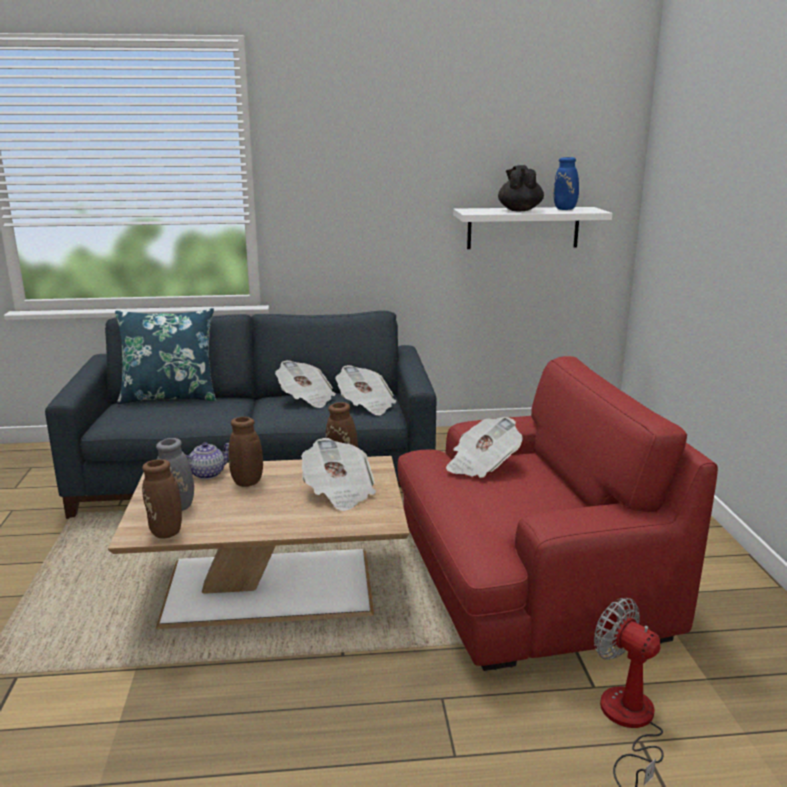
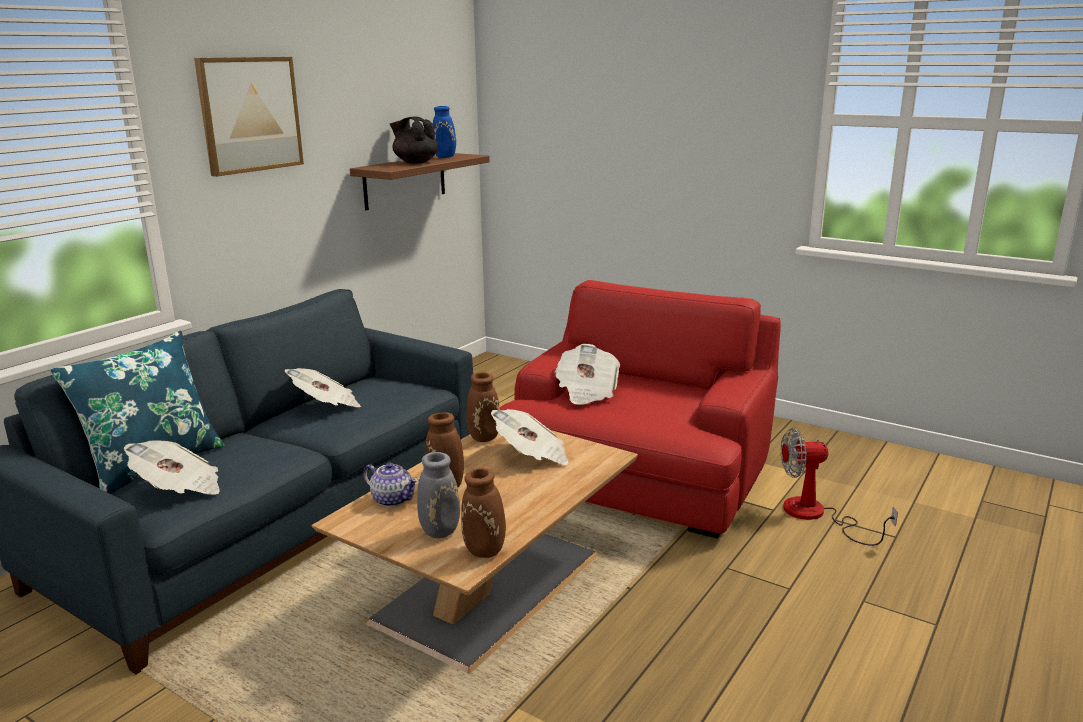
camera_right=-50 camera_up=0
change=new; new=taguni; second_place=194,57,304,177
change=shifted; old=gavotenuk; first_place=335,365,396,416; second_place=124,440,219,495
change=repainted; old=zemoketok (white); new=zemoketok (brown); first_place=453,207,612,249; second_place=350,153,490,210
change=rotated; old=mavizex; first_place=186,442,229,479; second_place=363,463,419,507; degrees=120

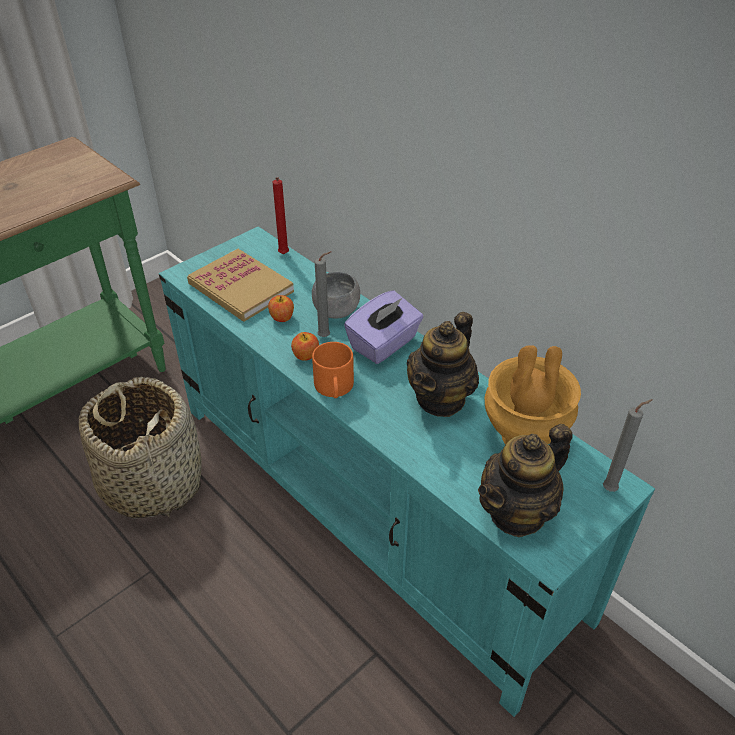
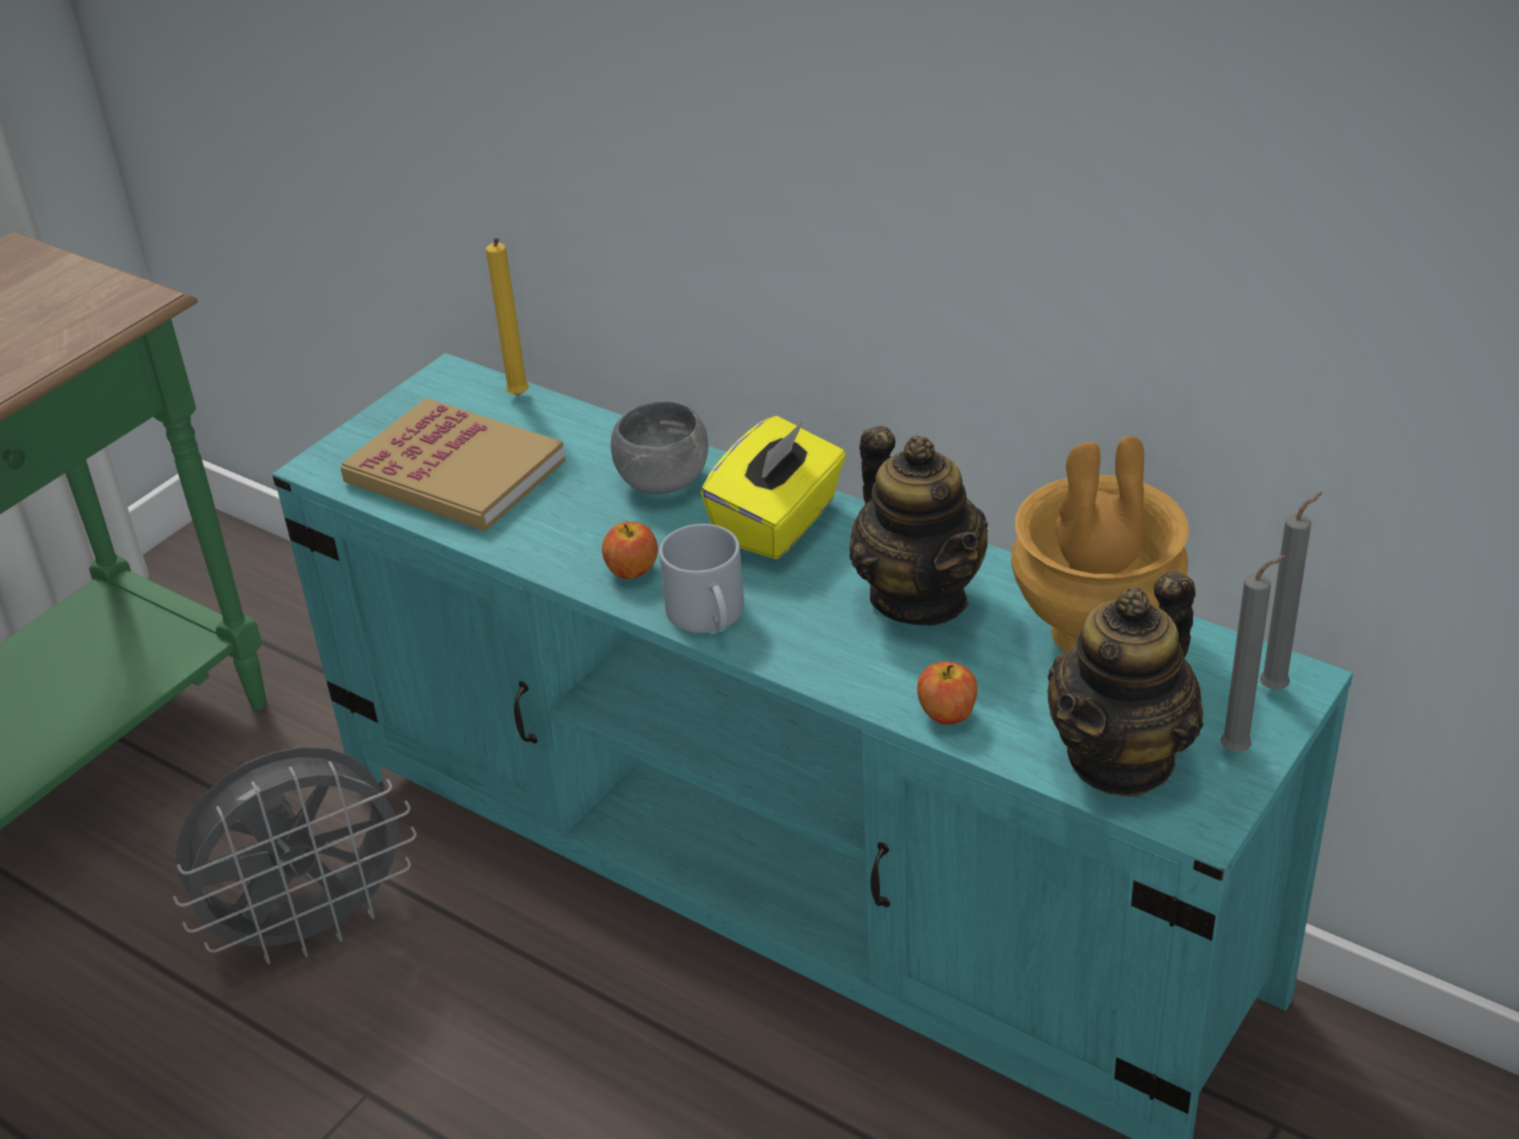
camera_right=-10 camera_up=-5
change=shifted; old=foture; first_place=268,295,294,322; second_place=917,662,977,725
change=shifted; old=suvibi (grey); first_place=314,251,331,337; second_place=1221,555,1286,752
change=swapped; old=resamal; new=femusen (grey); first_place=79,376,202,519; second_place=173,747,417,964
change=repainted; old=suvibi (red); new=suvibi (yellow); first_place=273,177,289,254; second_place=486,238,529,396
change=repainted; old=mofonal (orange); new=mofonal (grey); first_place=312,342,354,398; second_place=659,524,744,633
change=repainted; old=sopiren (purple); new=sopiren (yellow); first_place=344,290,424,364; second_place=701,416,846,559
change=rotated; old=mavizex; first_place=406,312,479,417; second_place=849,426,988,625; degrees=-45

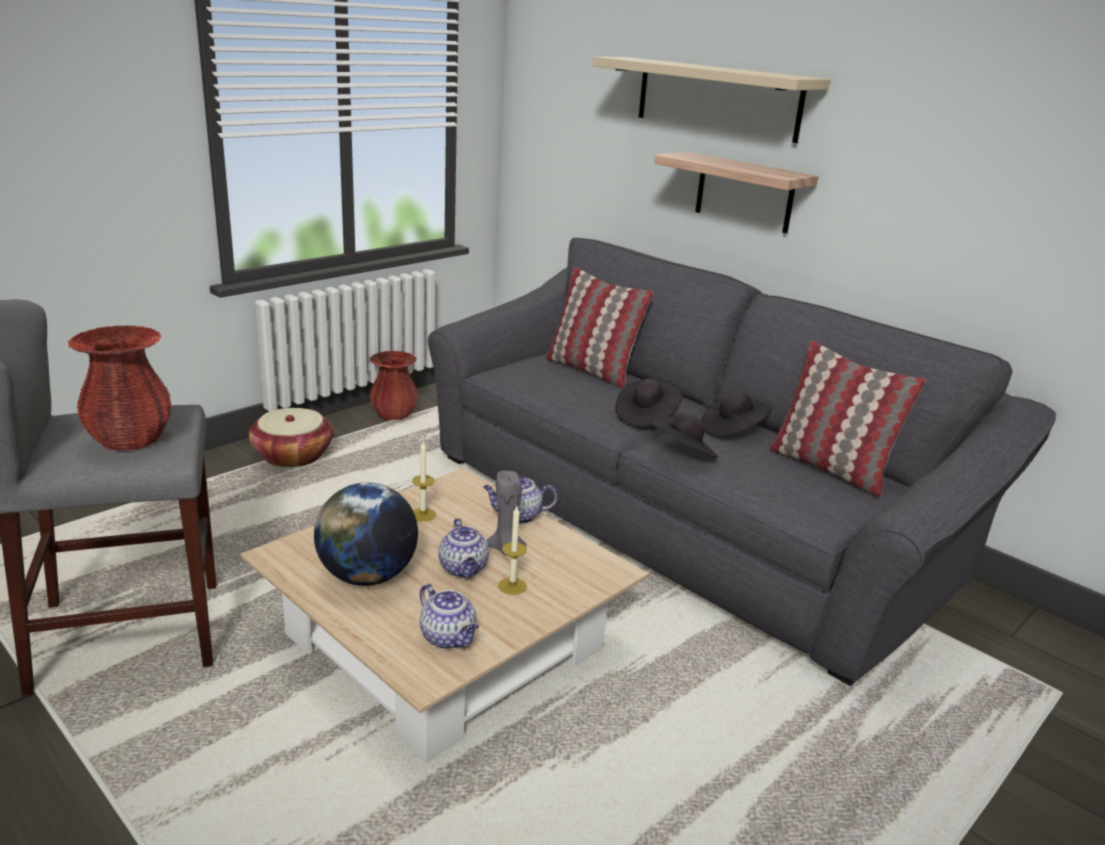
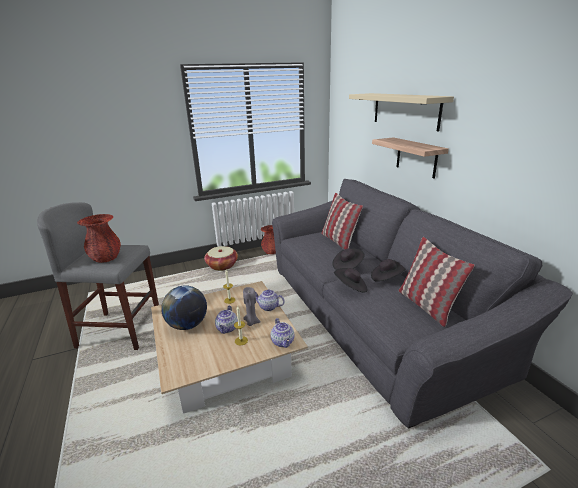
camera_right=25 camera_up=0
change=shifted; old=mavizex; first_place=420,584,479,649; second_place=270,318,294,348

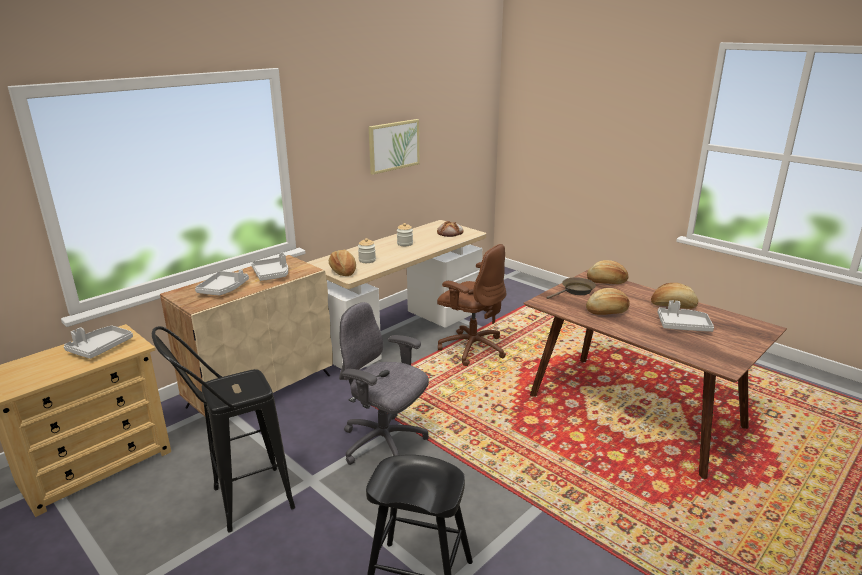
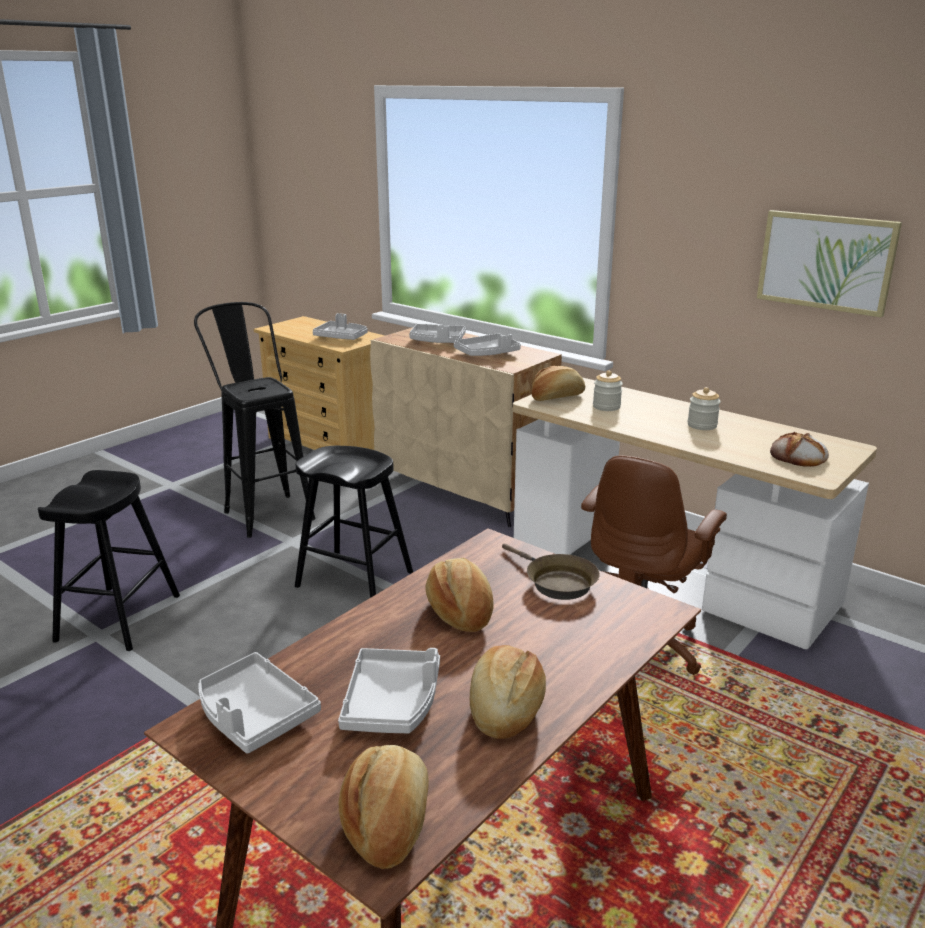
camera_right=85 camera_up=0
change=new; new=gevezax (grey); second_place=198,652,321,754
change=shifted; old=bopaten; first_place=587,260,629,284; second_place=339,745,429,869
change=swapped; old=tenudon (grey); new=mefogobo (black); first_place=339,302,429,465; second_place=295,446,413,598

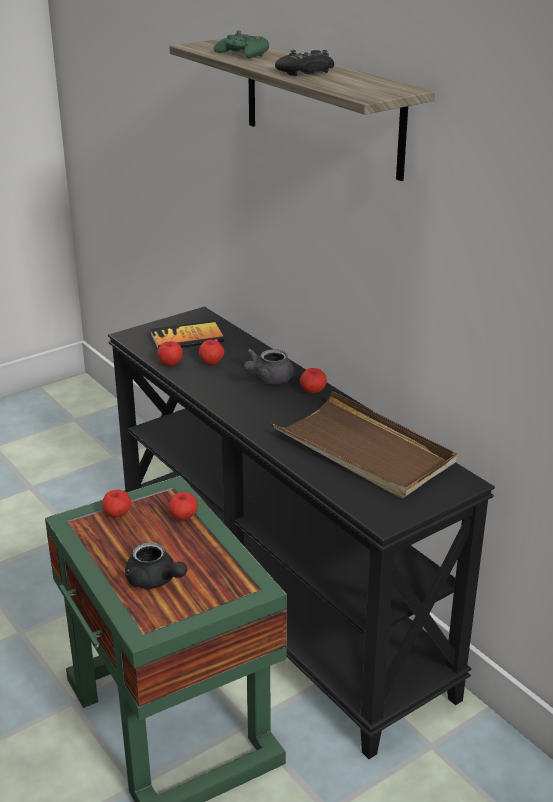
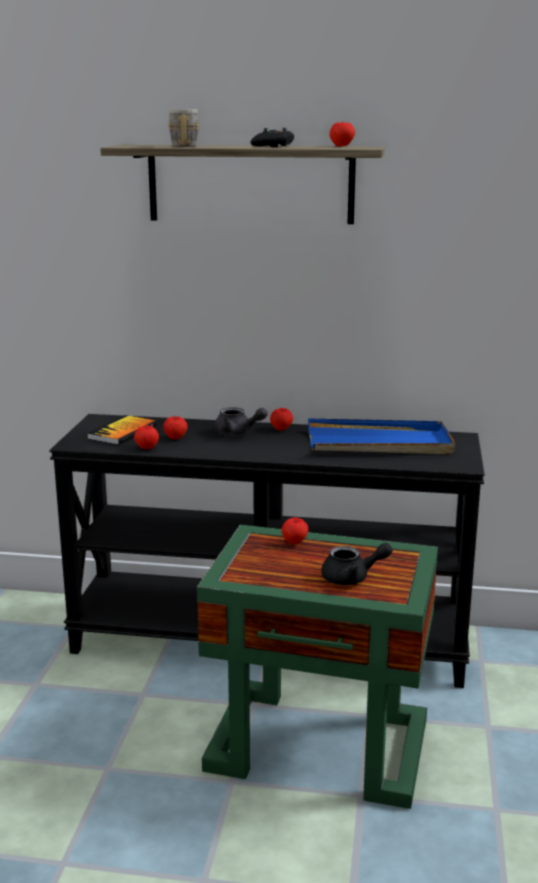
camera_right=-45 camera_up=-10
change=shifted; old=foture; first_place=102,489,131,518; second_place=330,122,355,147
change=swapped; old=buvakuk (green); new=mofonal (grey); first_place=214,30,269,58; second_place=168,109,200,147
change=repainted; old=gevezax (brown); new=gevezax (blue); first_place=271,391,457,498; second_place=308,418,455,454
change=rotated; old=mavizex (grey); first_place=244,349,294,384; second_place=214,407,268,436; degrees=-60

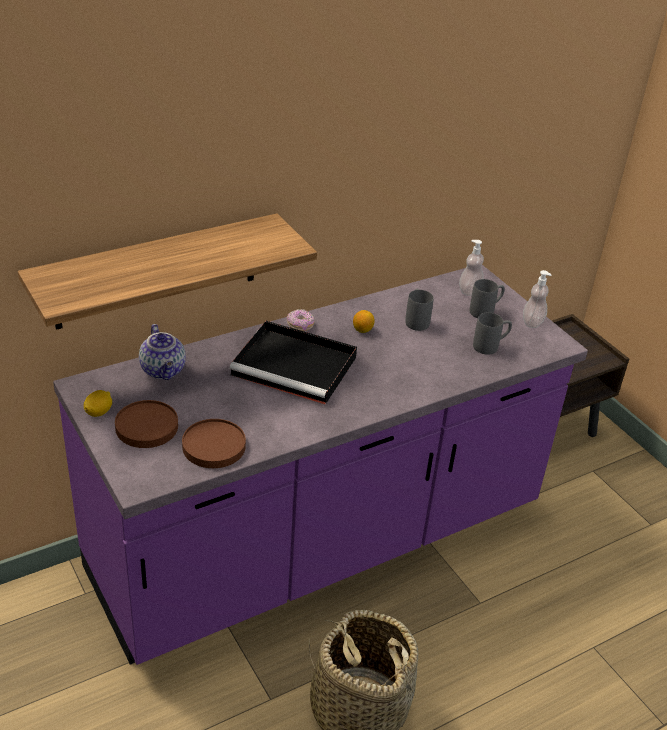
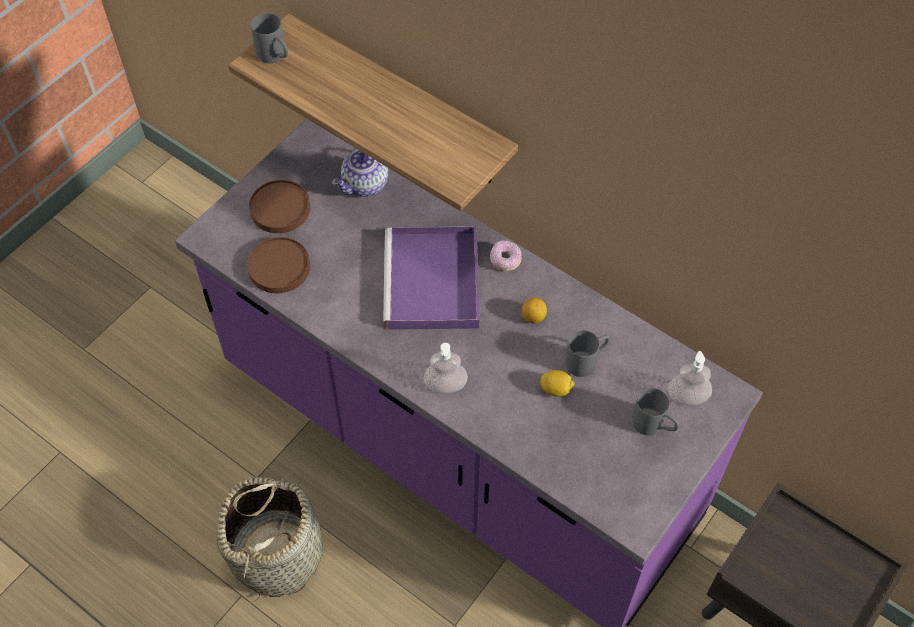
camera_right=70 camera_up=20
change=shifted; old=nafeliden; first_place=84,390,112,417; second_place=540,370,575,397
change=shifted; old=mofonal (grey); first_place=473,313,512,355; second_place=251,13,288,63
change=shifted; old=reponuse; first_place=523,270,551,328; second_place=424,343,468,394
change=repainted; old=gevezax (black); new=gevezax (purple); first_place=230,321,357,405; second_place=383,226,480,330

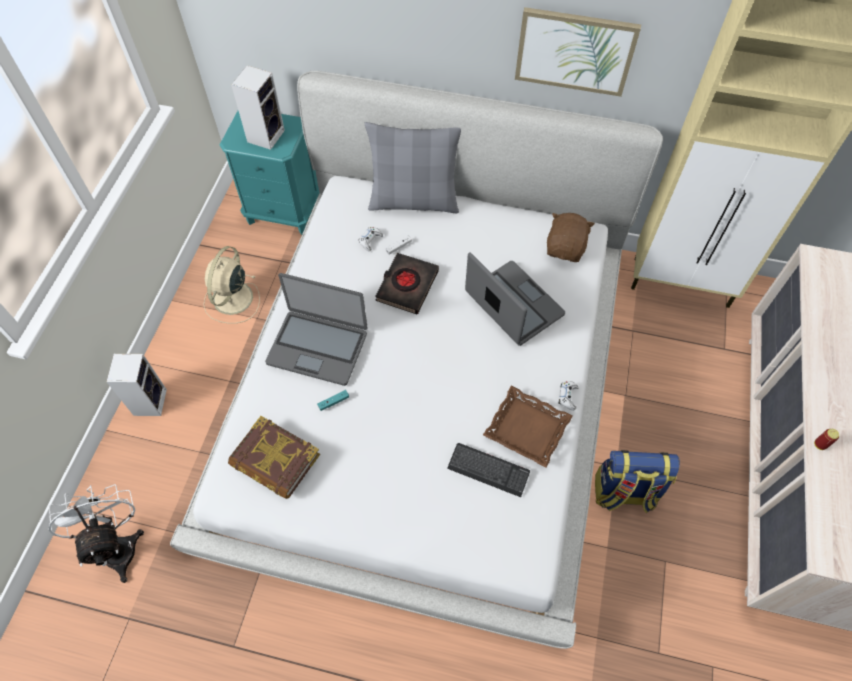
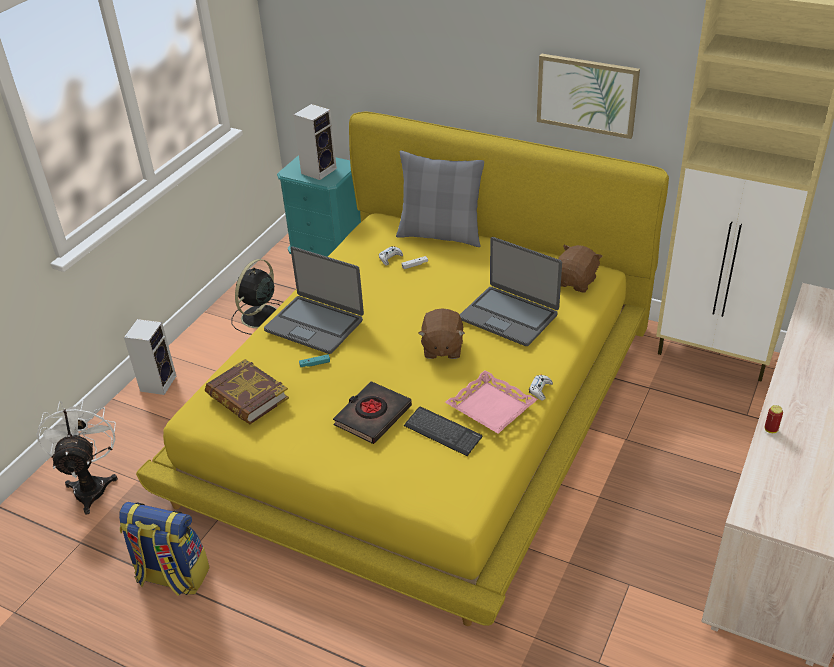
camera_right=15 camera_up=-20
change=new; new=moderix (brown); second_place=418,308,465,359
change=shifted; old=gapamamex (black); first_place=375,253,439,314; second_place=333,381,412,444
change=shifted; old=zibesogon; first_place=595,450,680,513; second_place=119,502,210,596
change=repainted; old=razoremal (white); new=razoremal (yellow); first_place=170,71,663,649; second_place=136,112,669,626
change=repainted; old=femusen (beige); new=femusen (black); first_place=203,246,260,324; second_place=231,259,283,335
change=repainted; old=gevezax (brown); new=gevezax (pink); first_place=483,386,573,468; second_place=445,370,538,434
change=rotated; old=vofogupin; first_place=465,252,565,346; second_place=460,237,562,346; degrees=150

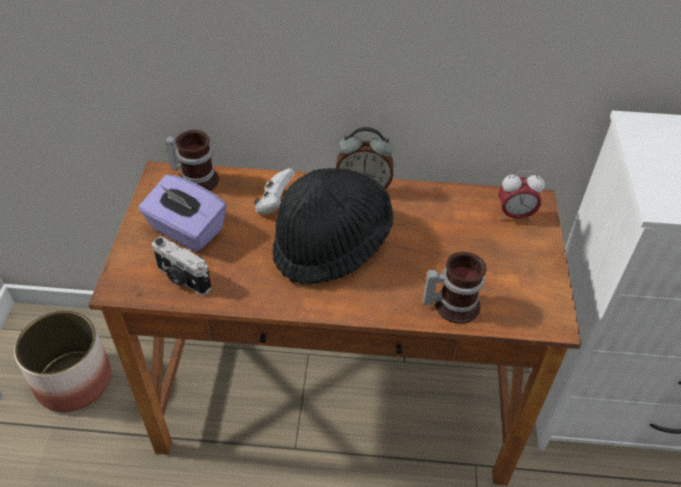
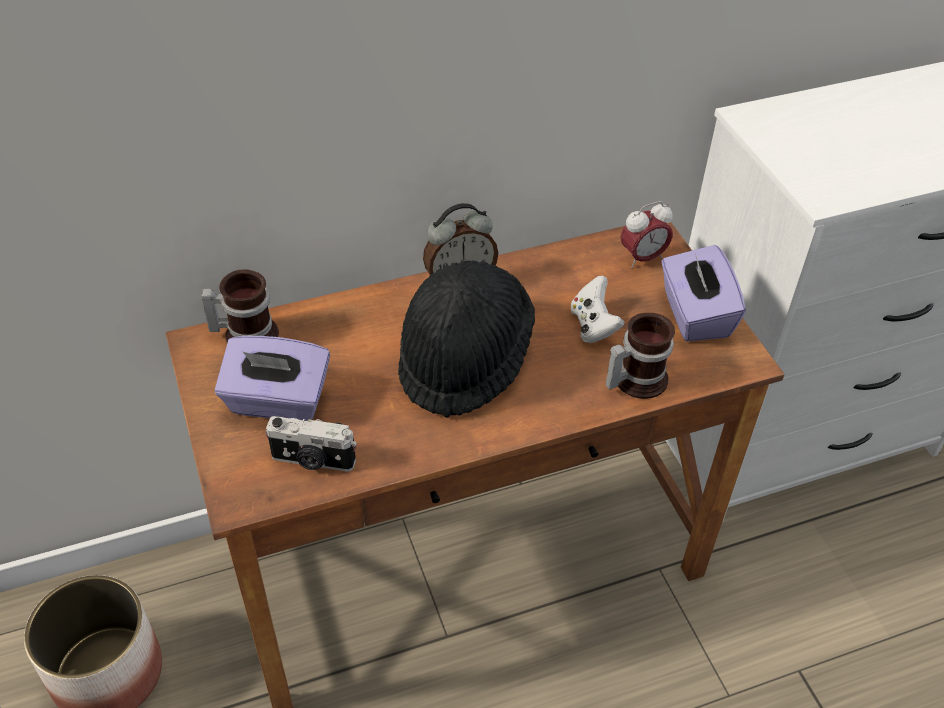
camera_right=-25 camera_up=0
change=new; new=sopiren (purple); second_place=661,245,746,341
change=shifted; old=buvakuk (white); first_place=254,168,295,215; second_place=571,276,625,343

